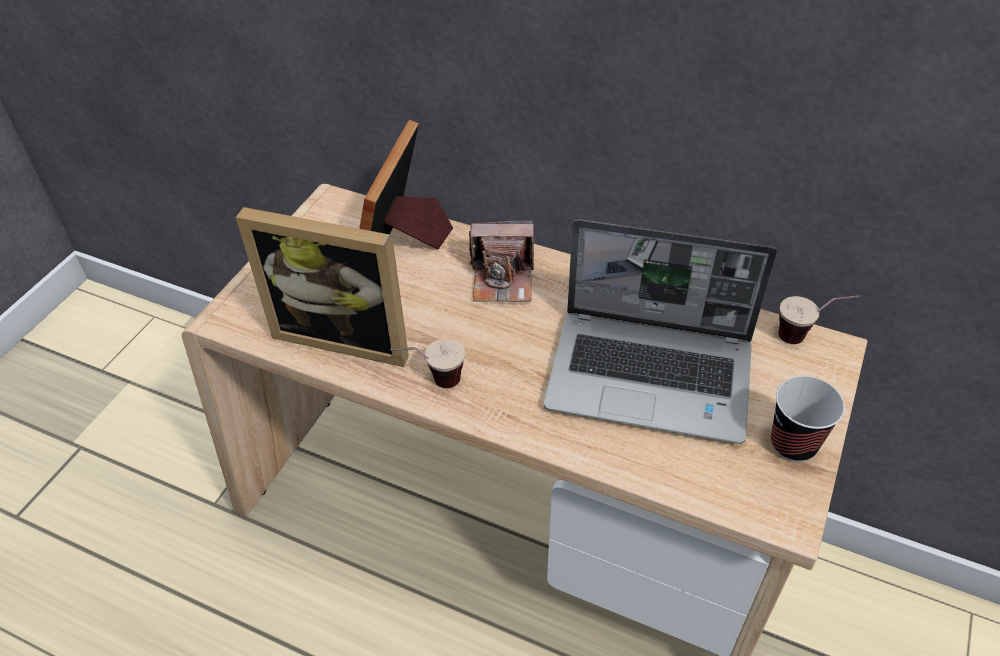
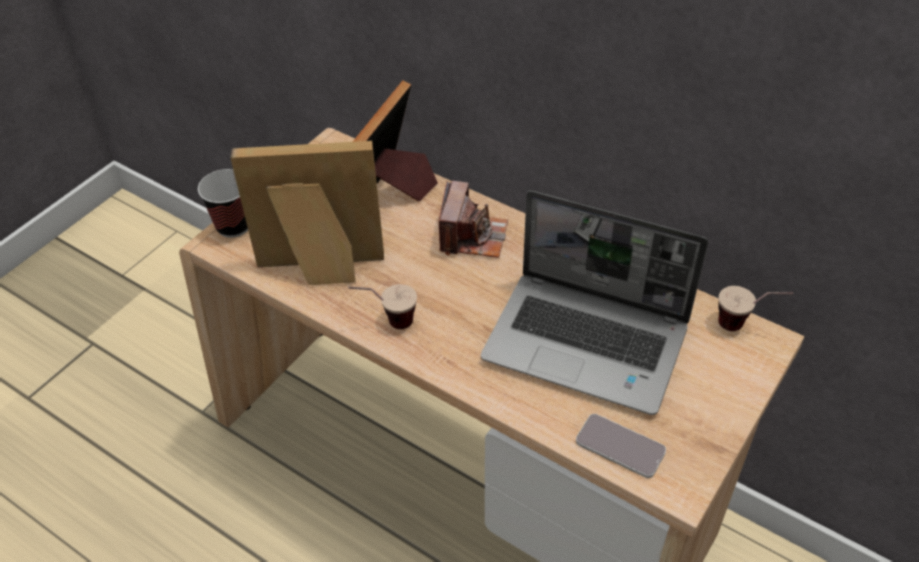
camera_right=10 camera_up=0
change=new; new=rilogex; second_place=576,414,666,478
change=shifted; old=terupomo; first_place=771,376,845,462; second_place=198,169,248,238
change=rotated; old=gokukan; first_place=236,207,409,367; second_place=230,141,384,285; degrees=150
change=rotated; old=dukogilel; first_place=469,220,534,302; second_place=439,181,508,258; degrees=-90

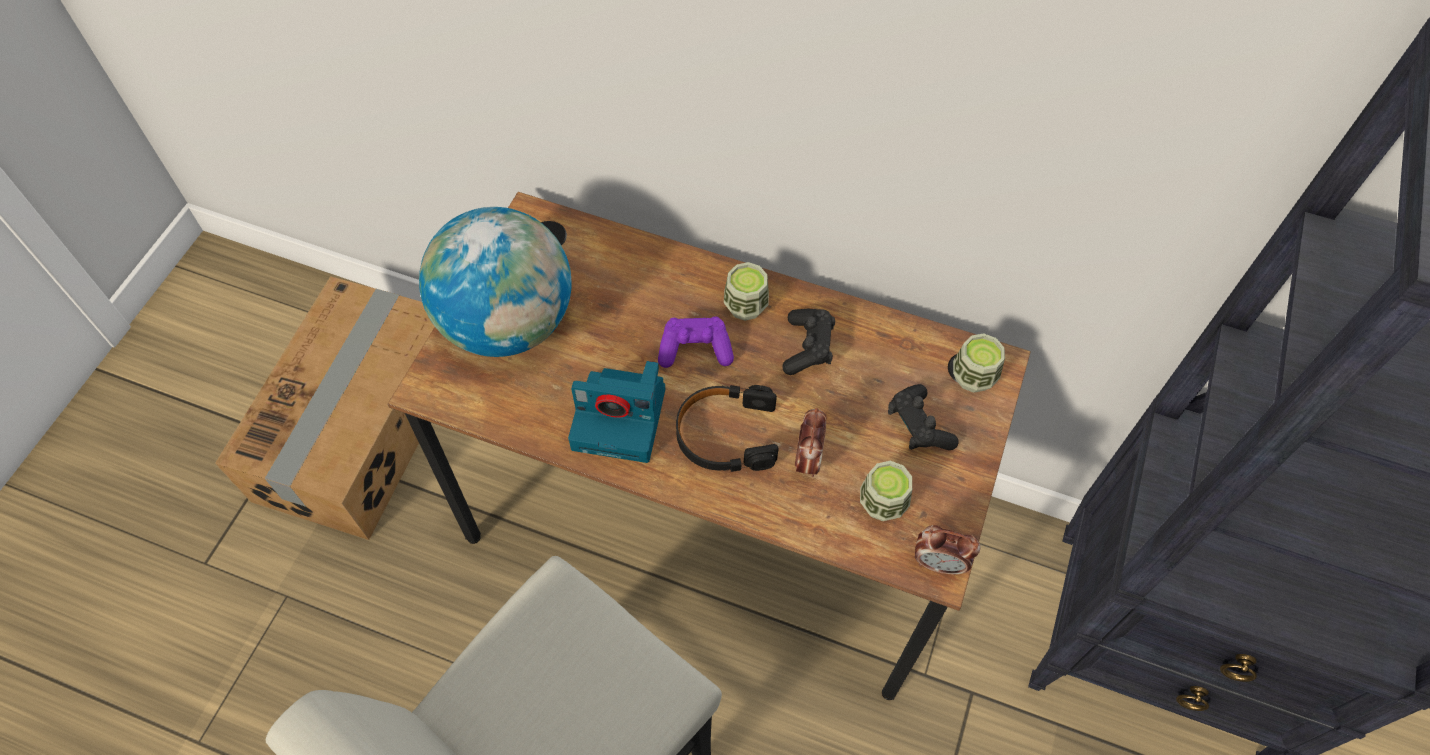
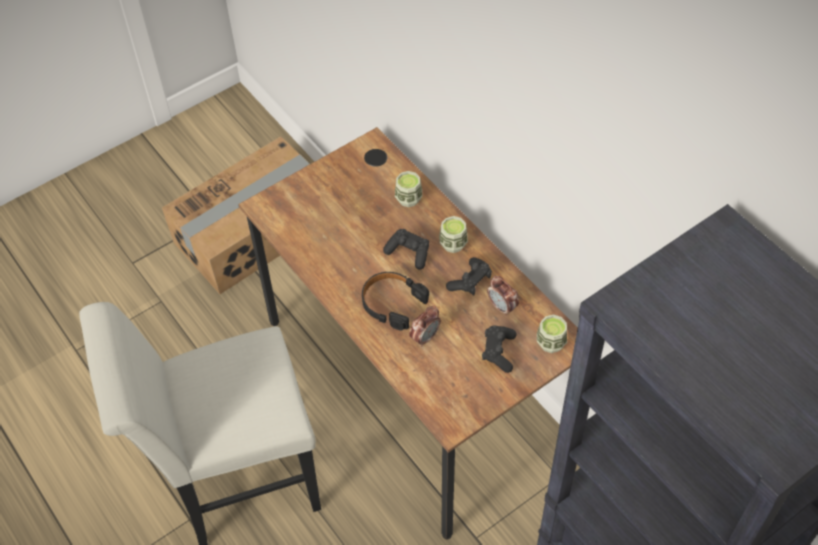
camera_right=35 camera_up=-5
change=gone; old=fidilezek; first_place=419,207,572,357
change=gone; old=dukogilel; first_place=568,361,665,463
change=shifted; old=terupomo; first_place=860,461,912,521; second_place=395,171,422,207
change=shifted; old=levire; first_place=915,525,980,575; second_place=487,276,519,316
change=repainted; old=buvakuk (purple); new=buvakuk (black); first_place=658,317,734,368; second_place=383,229,429,269

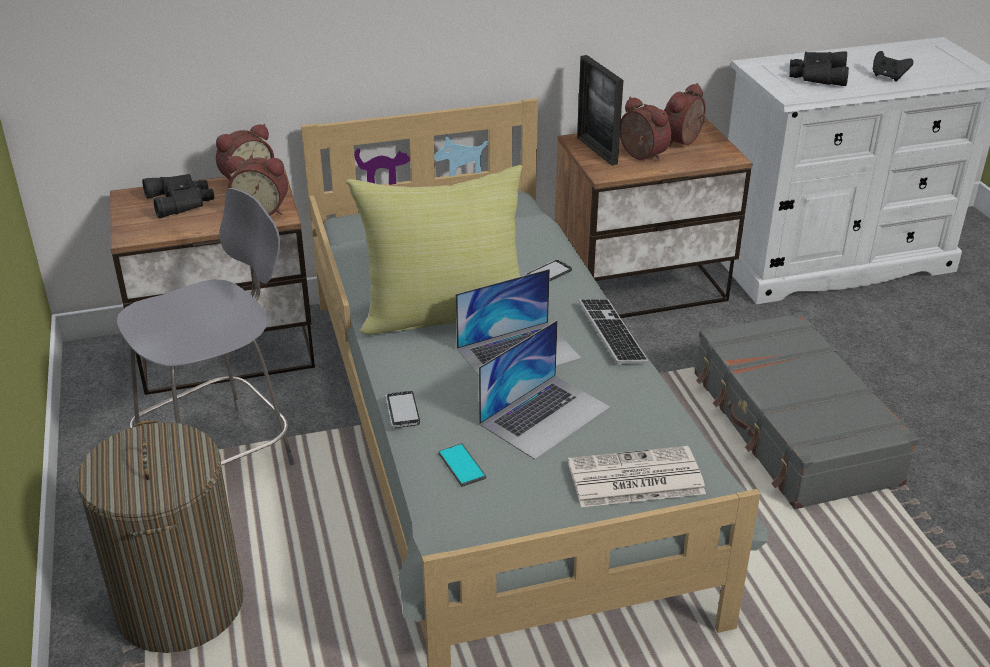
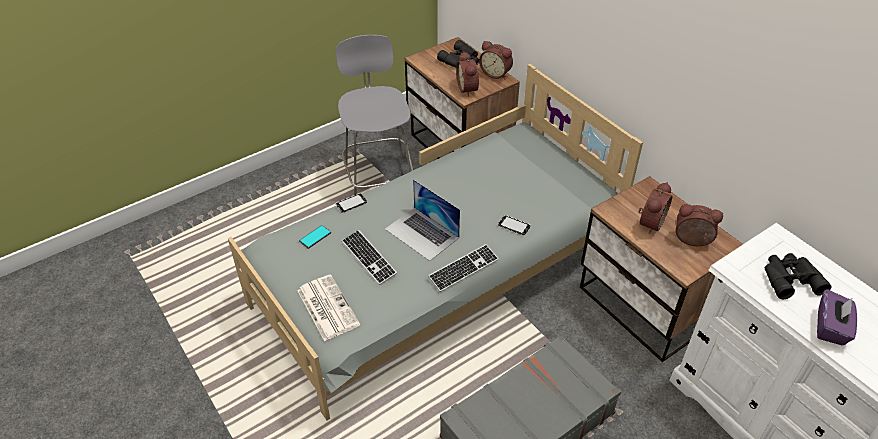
camera_right=70 camera_up=10
change=gone; old=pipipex; first_place=76,420,243,653
change=gone; old=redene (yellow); first_place=346,165,522,335
change=gone; old=gokukan; first_place=577,55,624,166
change=swapped; old=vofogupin; new=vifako; first_place=479,320,610,460; second_place=342,230,397,285
change=swapped; old=buvakuk (black); new=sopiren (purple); first_place=873,51,913,82; second_place=817,289,857,345
change=rotated; old=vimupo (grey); first_place=116,188,294,466; second_place=336,35,413,195; degrees=-135

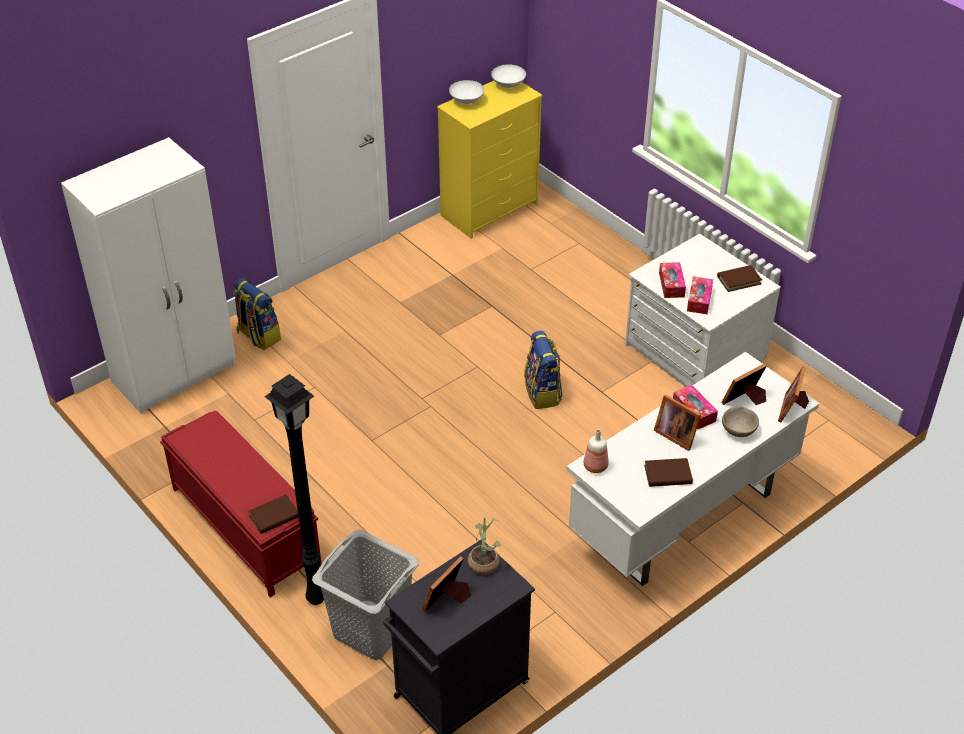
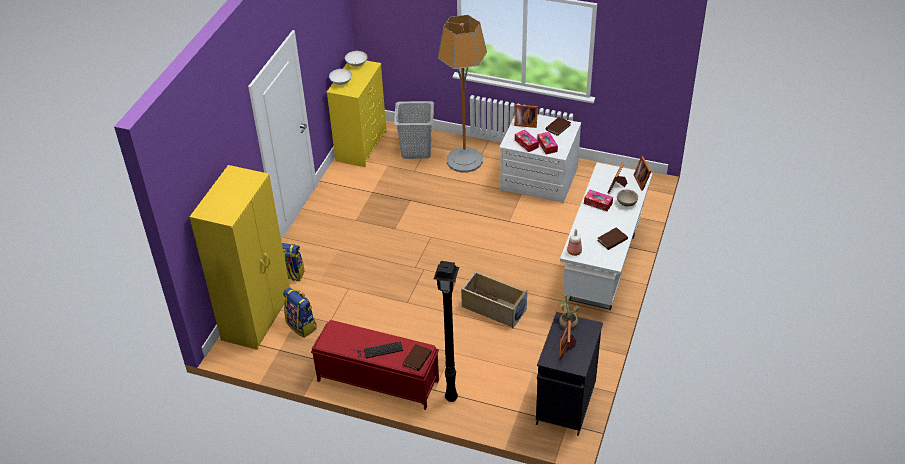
camera_right=-30 camera_up=0
change=new; new=vifako; second_place=351,341,403,358
change=new; new=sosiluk; second_place=438,15,487,172
change=new; new=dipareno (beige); second_place=461,271,527,329
change=shifted; old=pipipex (grey); first_place=312,530,419,660; second_place=394,101,434,159
change=shifted; old=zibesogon; first_place=524,331,562,409; second_place=283,287,317,338
change=shifted; old=gokukan; first_place=654,394,701,451; second_place=514,104,538,128
change=repainted; old=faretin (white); new=faretin (yellow); first_place=61,137,236,414; second_place=190,165,290,350

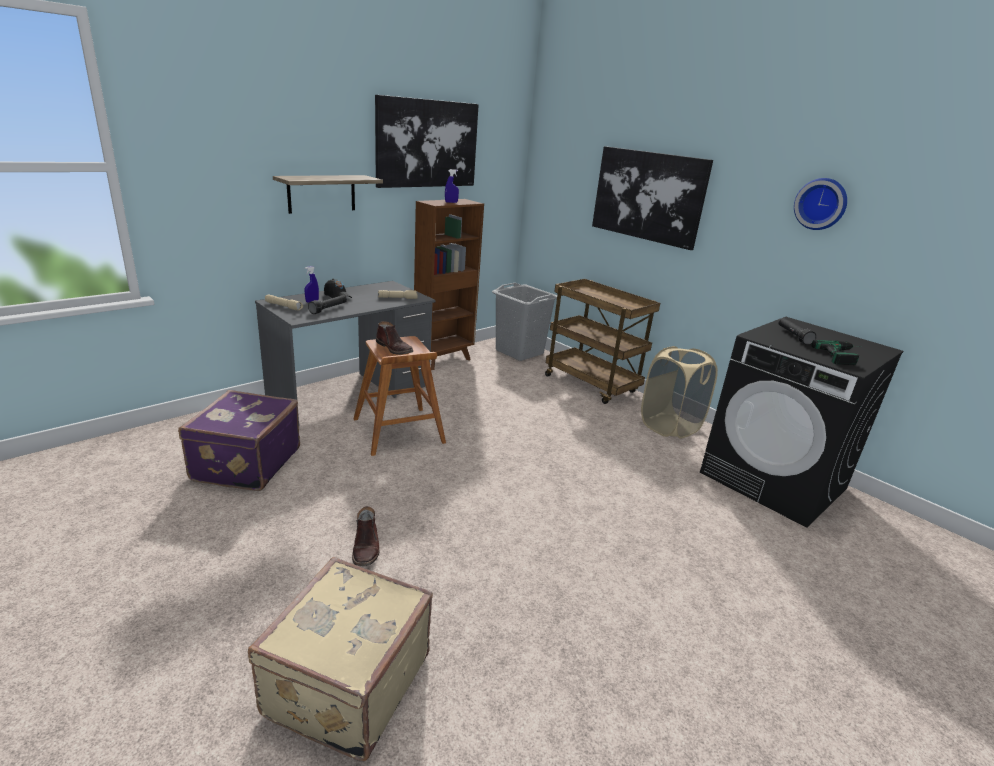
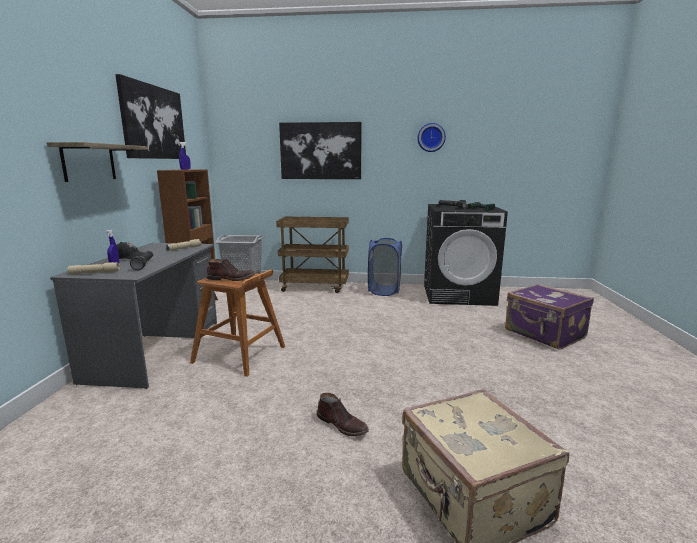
camera_right=-40 camera_up=-10
change=shifted; old=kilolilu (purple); first_place=178,390,300,491; second_place=505,284,594,350
change=repainted; old=pipipex (beige); new=pipipex (blue); first_place=641,346,718,439; second_place=368,238,402,296

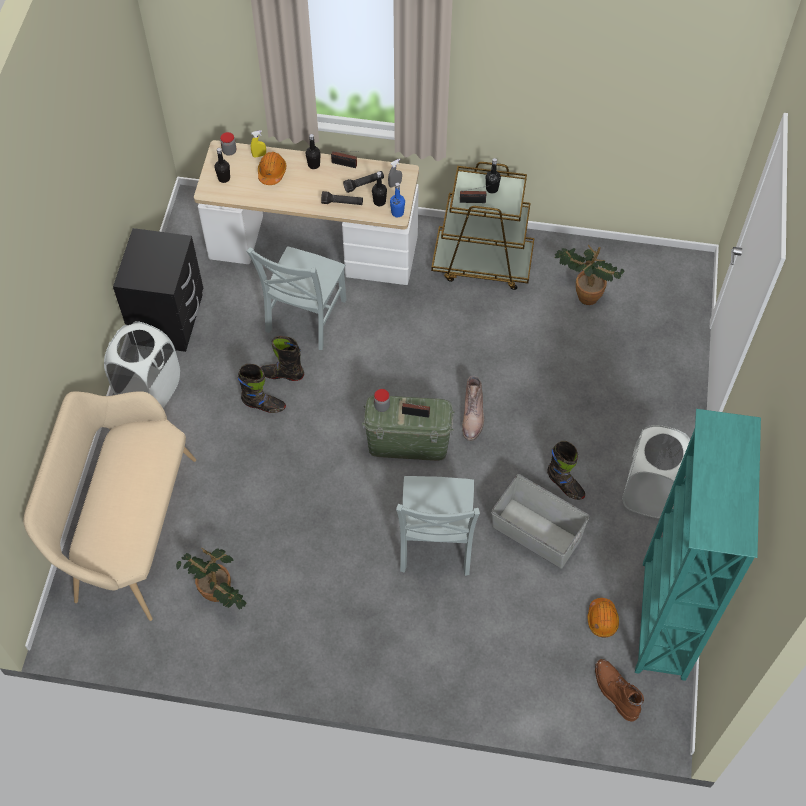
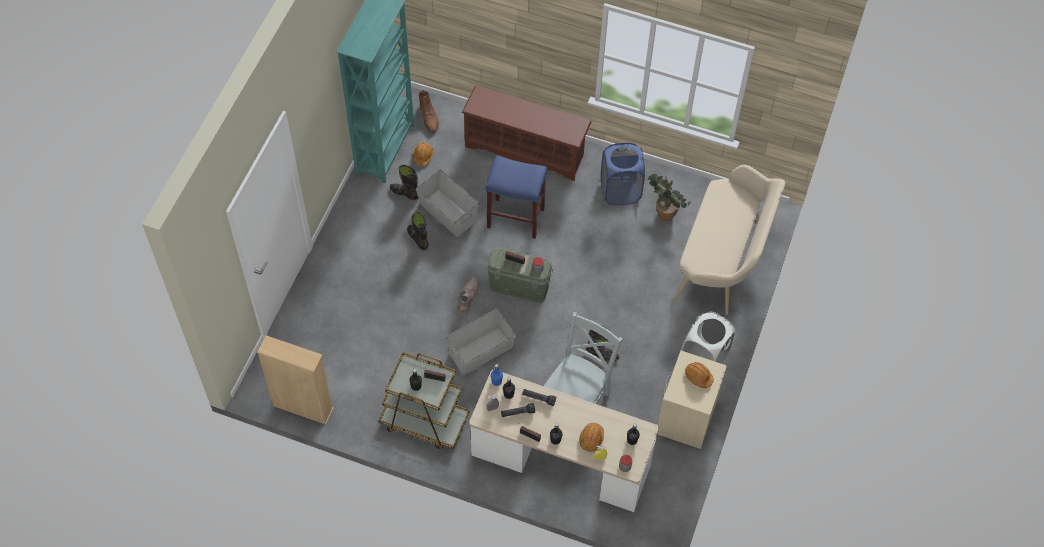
camera_right=-170 camera_up=0
change=gone; old=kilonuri; first_place=555,245,624,305
change=gone; old=pipipex (white); first_place=622,425,690,519
change=new; new=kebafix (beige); second_place=257,335,334,425
change=new; new=dipareno (grey); second_place=446,309,516,375
change=new; new=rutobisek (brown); second_place=462,86,592,181
change=new; new=pipipex (blue); second_place=601,142,645,205
change=new; new=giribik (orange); second_place=685,362,714,388
change=shifted; old=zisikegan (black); first_place=238,364,286,413; second_place=390,165,418,200
change=swapped; old=vimupo (grey); new=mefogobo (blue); first_place=396,476,480,576; second_place=486,155,547,239
change=repainted; old=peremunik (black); new=peremunik (beige); first_place=113,228,203,352; second_place=658,351,727,449

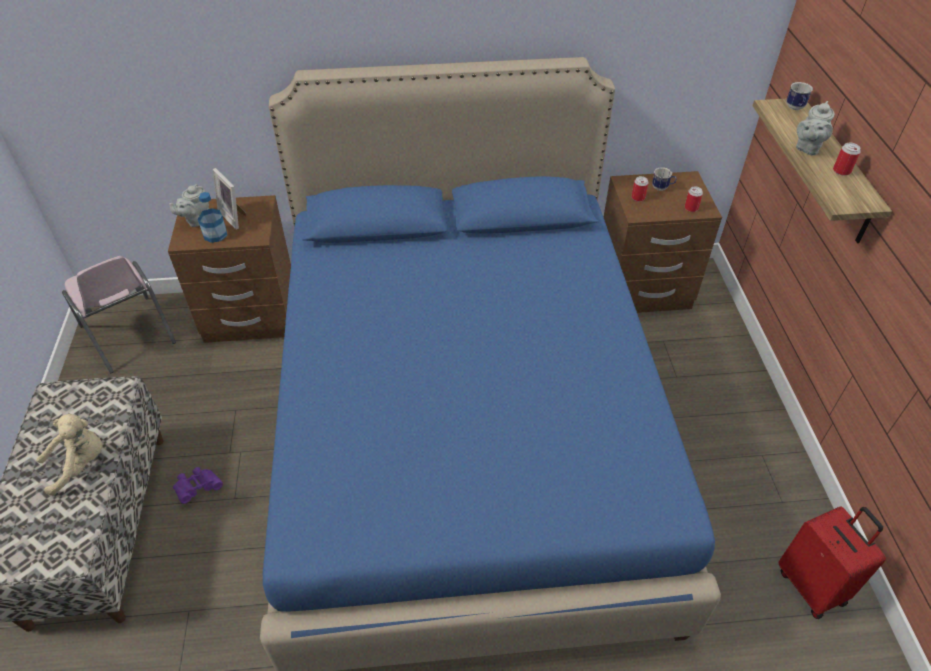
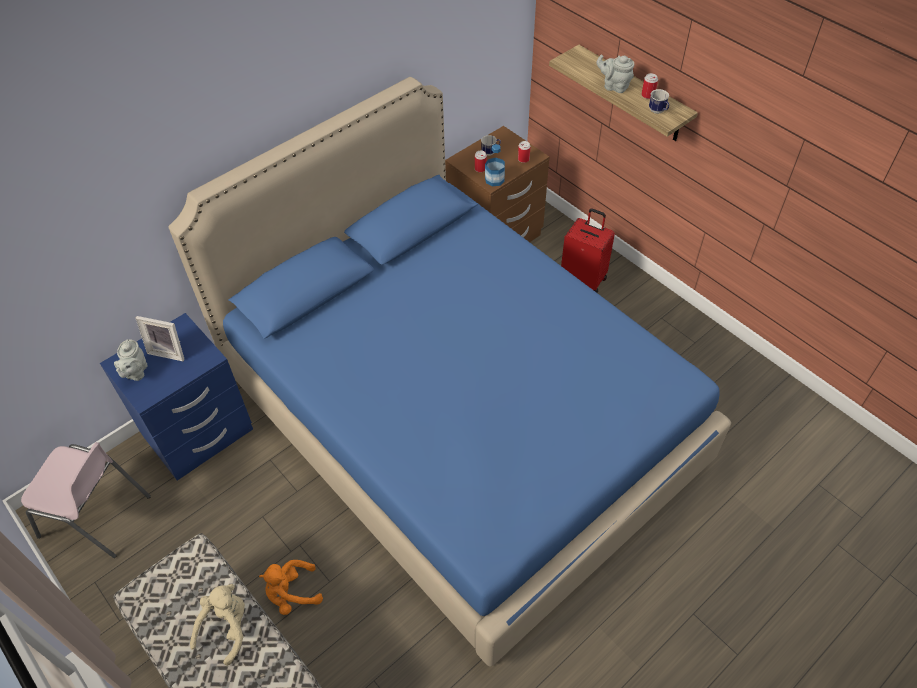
camera_right=-35 camera_up=5
change=shifted; old=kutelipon; first_place=198,192,227,243; second_place=485,144,505,186
change=shifted; old=kilolilu (red); first_place=779,506,886,619; second_place=561,208,615,293
change=shifted; old=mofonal; first_place=786,82,813,110; second_place=649,89,669,114
change=swapped; old=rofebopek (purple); new=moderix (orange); first_place=173,467,223,504; second_place=259,560,323,615
change=repainted; old=peremunik (brown); new=peremunik (blue); first_place=168,195,291,343; second_place=100,313,253,481
change=rotated; old=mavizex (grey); first_place=796,101,835,155; second_place=596,55,634,93; degrees=120

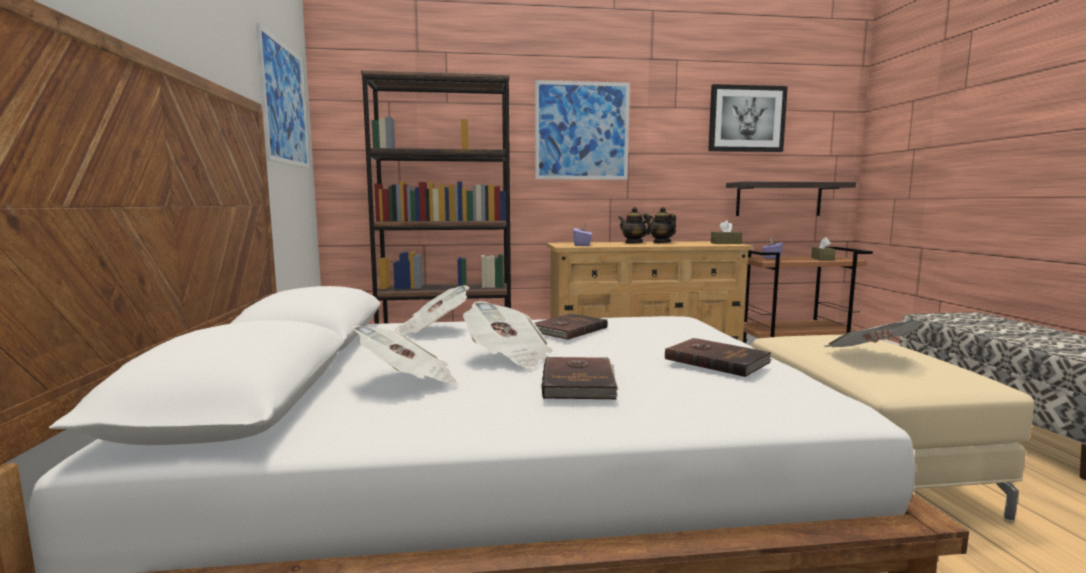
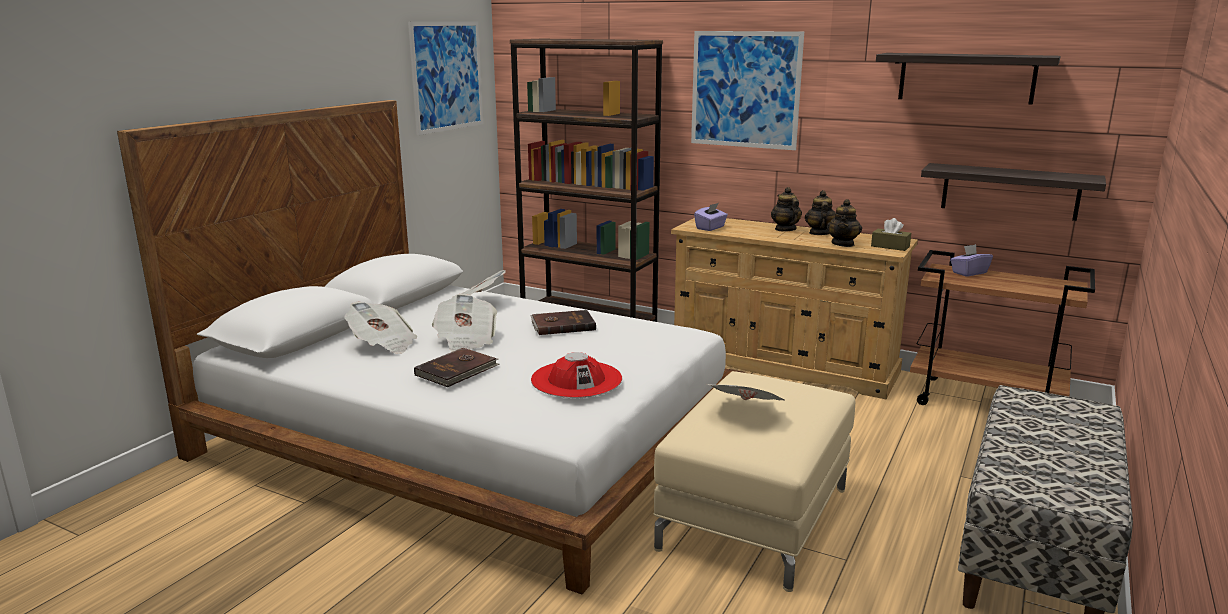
camera_right=35 camera_up=10
change=gone; old=sopiren (brown); first_place=811,237,836,261
change=new; new=mavizex; second_place=827,199,862,247
change=swapped; old=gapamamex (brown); new=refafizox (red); first_place=665,338,772,377; second_place=531,352,622,398
change=swapped; old=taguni; new=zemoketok; first_place=708,84,788,152; second_place=876,53,1060,105

